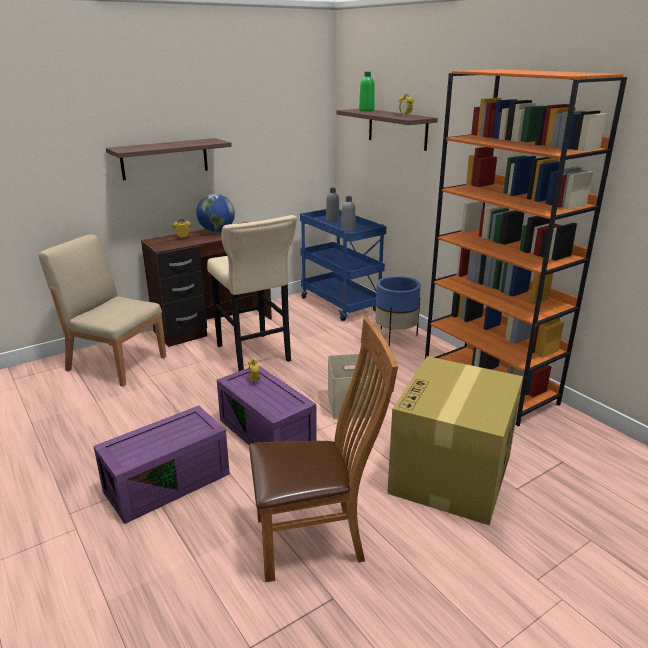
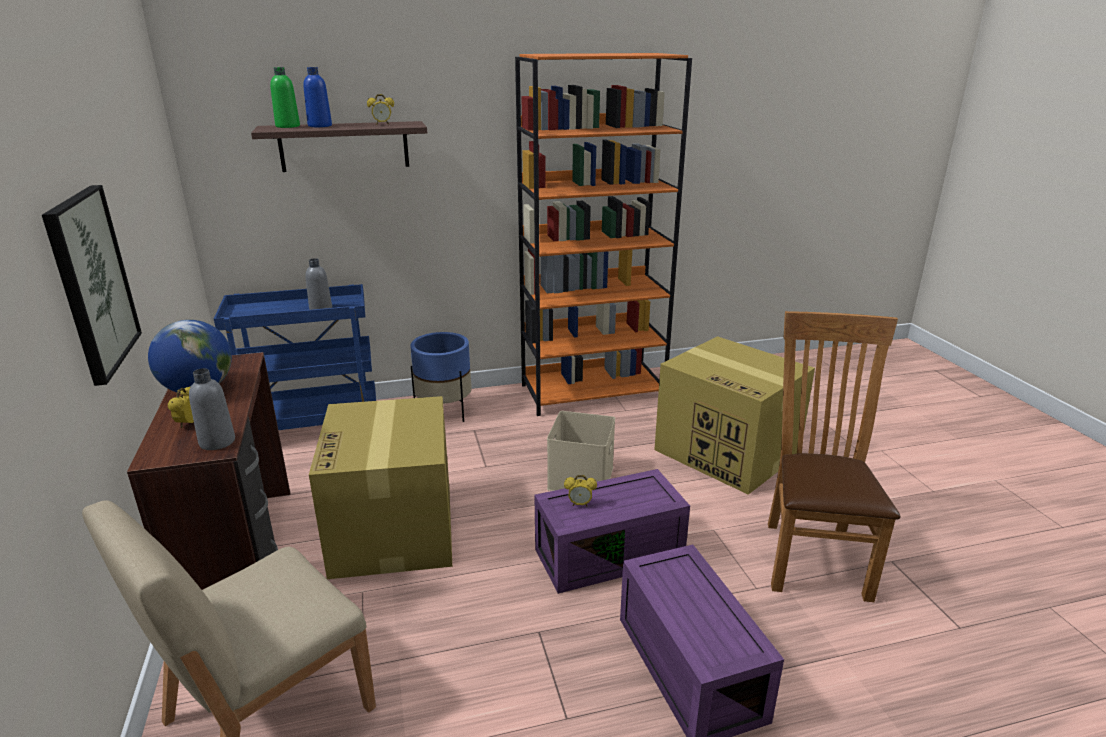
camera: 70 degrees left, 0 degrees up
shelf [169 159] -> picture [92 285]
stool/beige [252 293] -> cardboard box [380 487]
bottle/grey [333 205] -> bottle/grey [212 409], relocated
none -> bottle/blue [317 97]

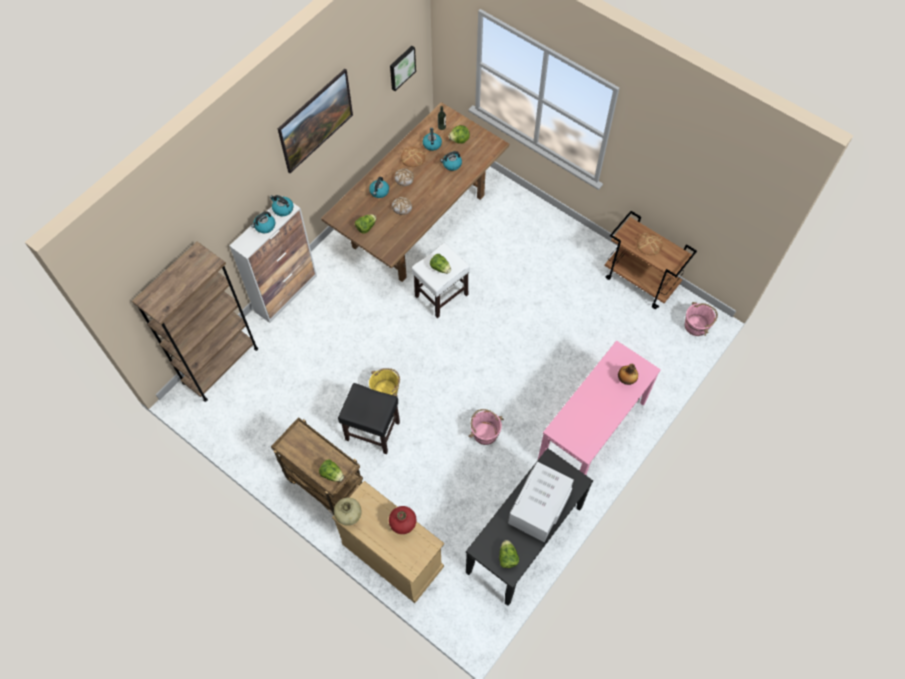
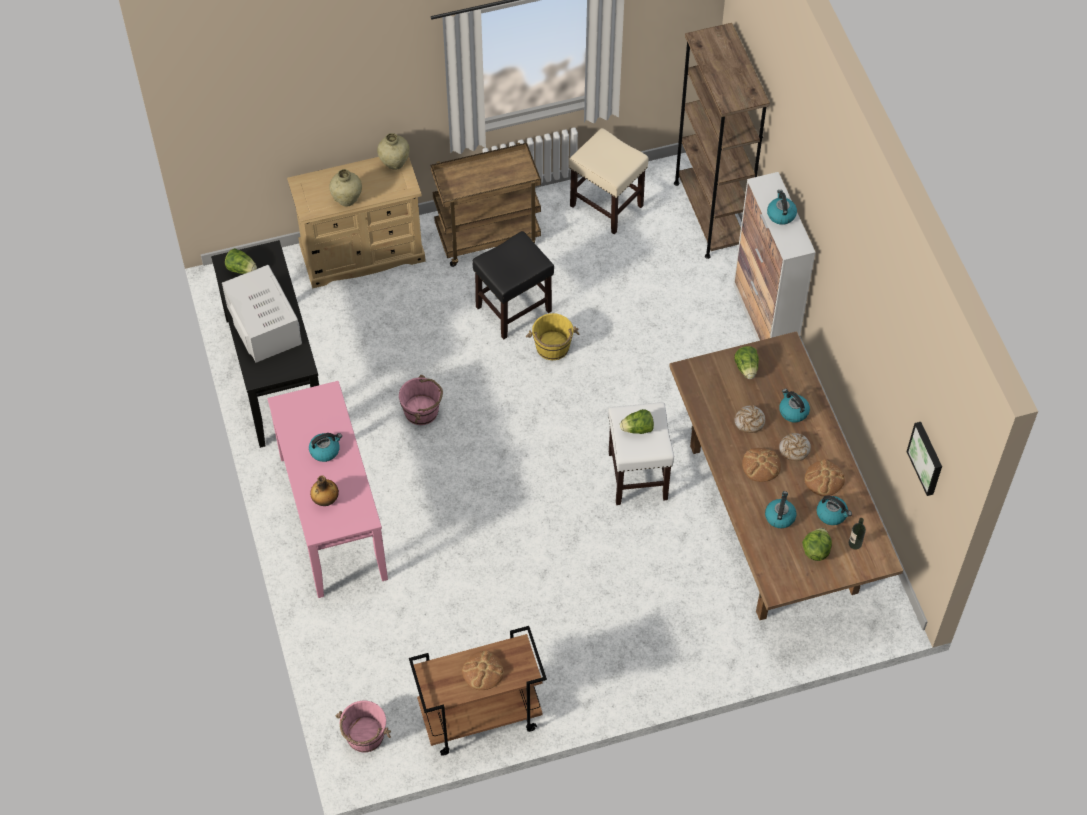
camera: 125 degrees right, 5 degrees down
kettle [281 205] -> kettle [325 447], relocated
picture [315 121] -> none
lettuce [331 470] -> none
vase/red [403 520] -> vase/beige [346 188]
none -> stool/beige [609 181]
none -> bread [761 465]

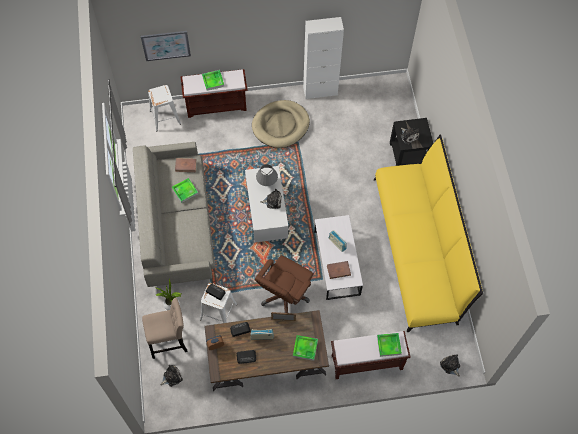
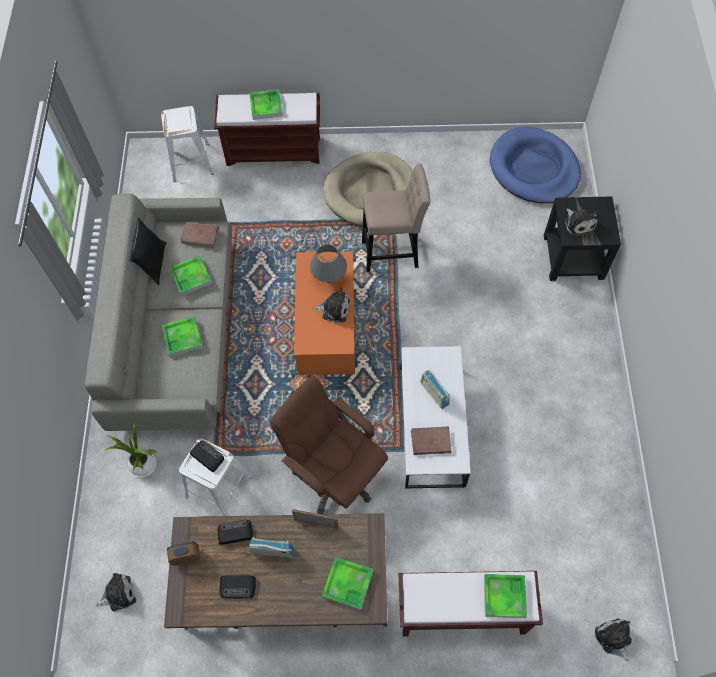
camera: 10 degrees right, 0 degrees up
picture [166 46] -> none
stool/beige [165 328] -> stool/beige [396 217], relocated
coffee table/white [266 204] -> coffee table/orange [324 313]
office chair/brown [284 284] -> office chair/brown [329 444], 90 degrees clockwise
cabinet/white [323 58] -> none
sofa/yellow [428 233] -> none
none -> pillow/black [147 251]
none -> tray [182 336]
none -> dog bed/blue [535 164]

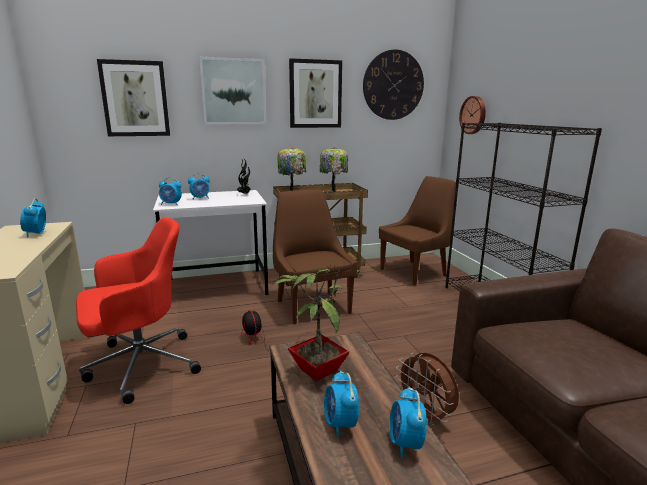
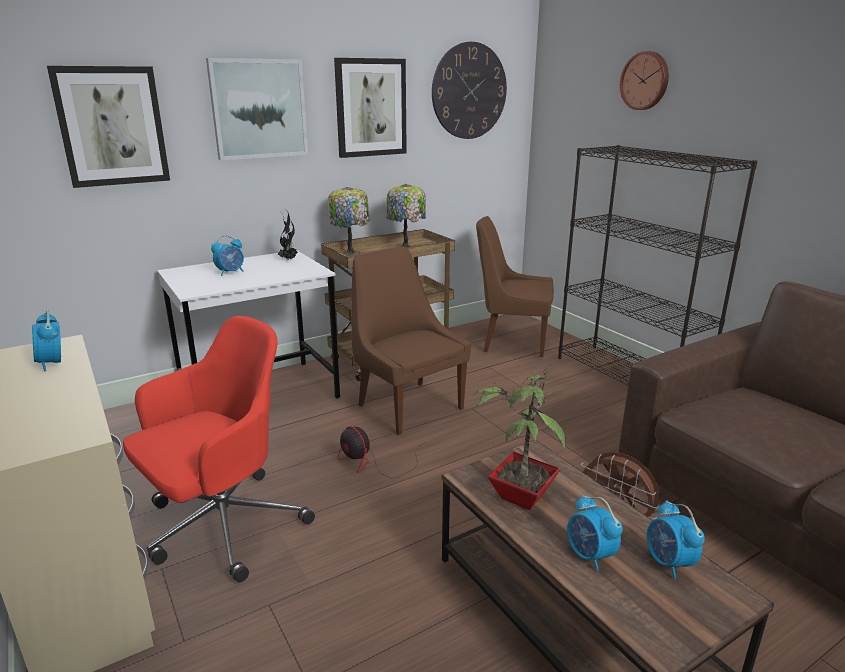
camera: 15 degrees left, 5 degrees up
alarm clock [170 191] -> none
chair/brown [417 231] -> chair/brown [515 286], 120 degrees counterclockwise
wall clock [472 115] -> wall clock [644 80], relocated

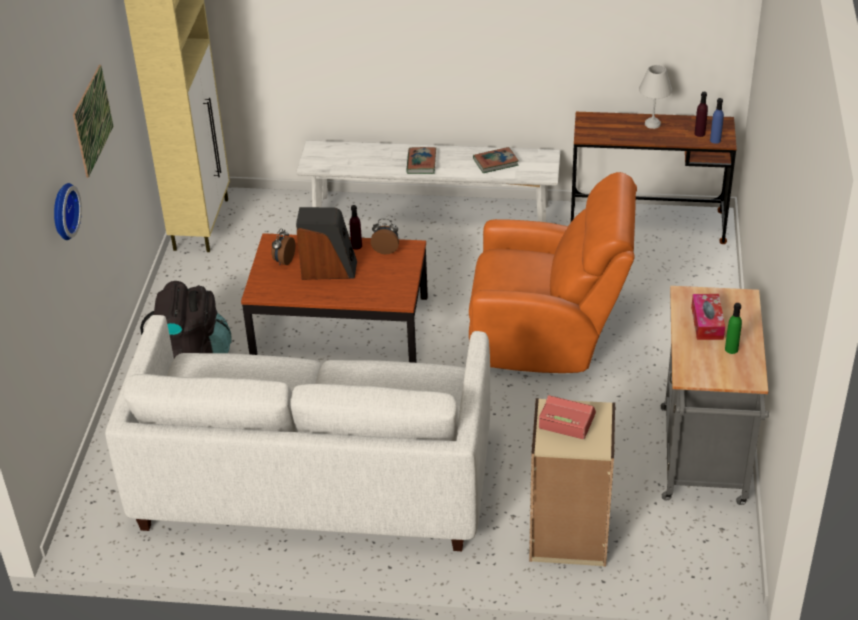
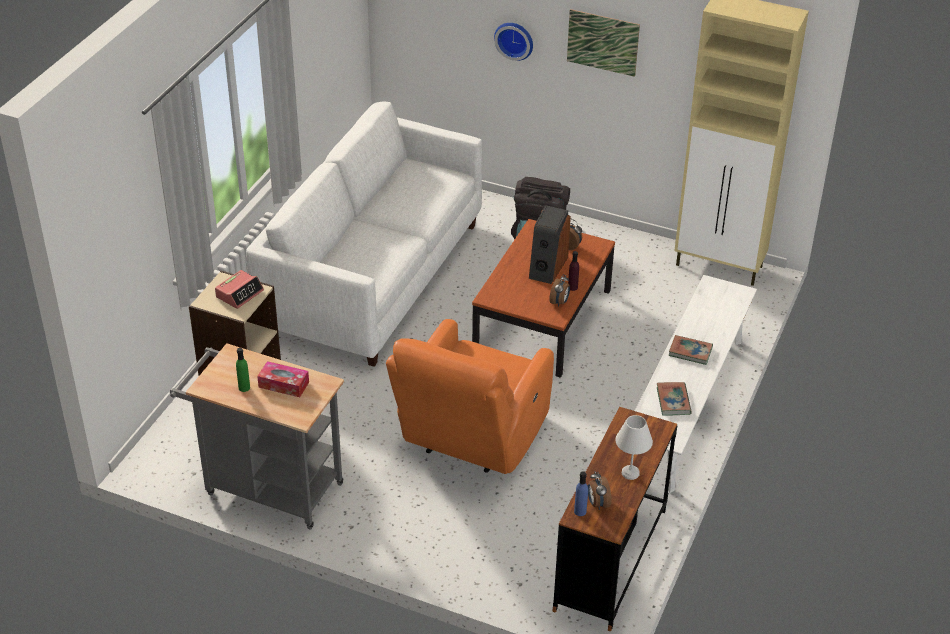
camera: 105 degrees right, 0 degrees up
bottle/purple [701 114] -> alarm clock [600 491]

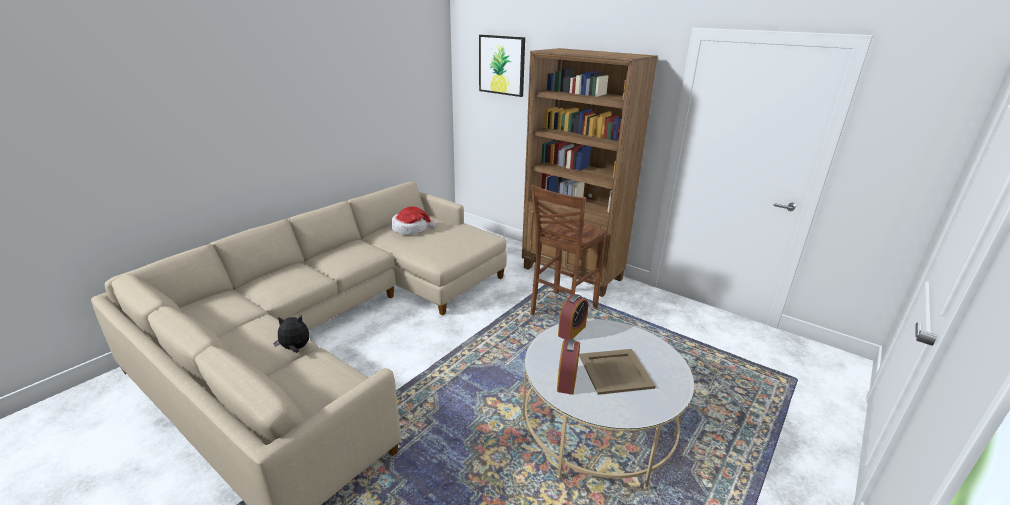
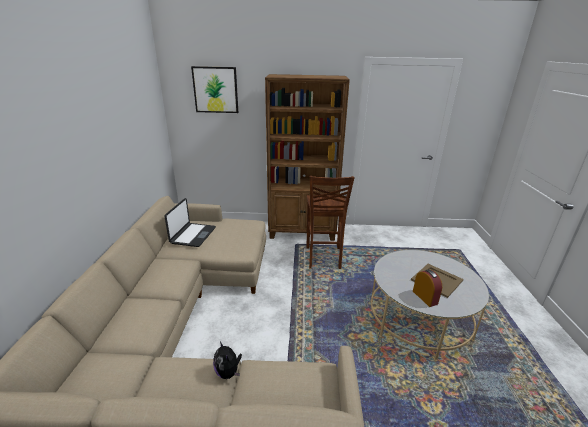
camera: 35 degrees left, 0 degrees up
plush toy [291 334] -> plush toy [227 360], 75 degrees counterclockwise
hat [413 220] -> laptop [190 222]
alarm clock [573 317] -> none

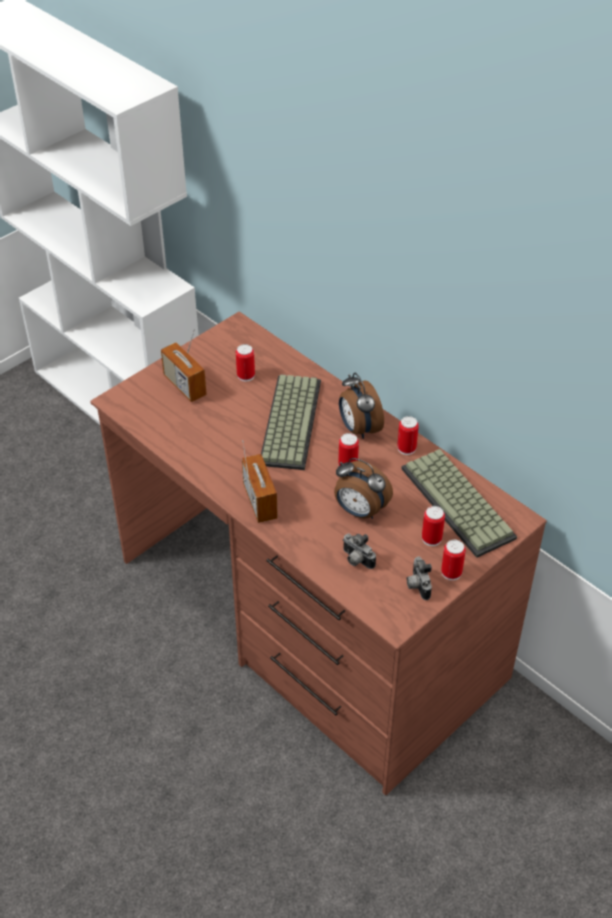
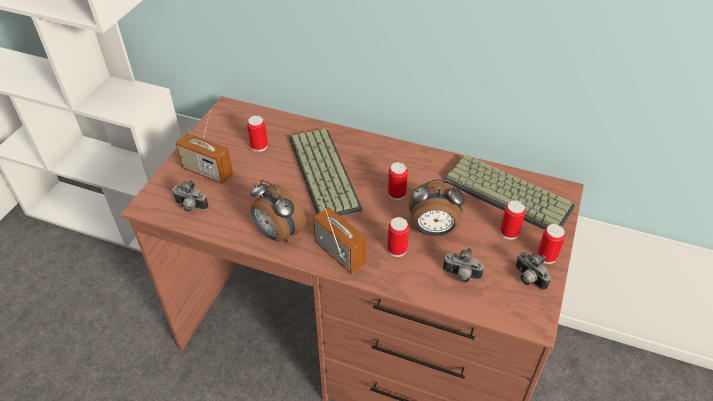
camera: 25 degrees left, 0 degrees up
alarm clock [361 406] -> alarm clock [278 211], relocated
can [408 435] -> can [398 237], relocated
none -> photo camera [190 196]

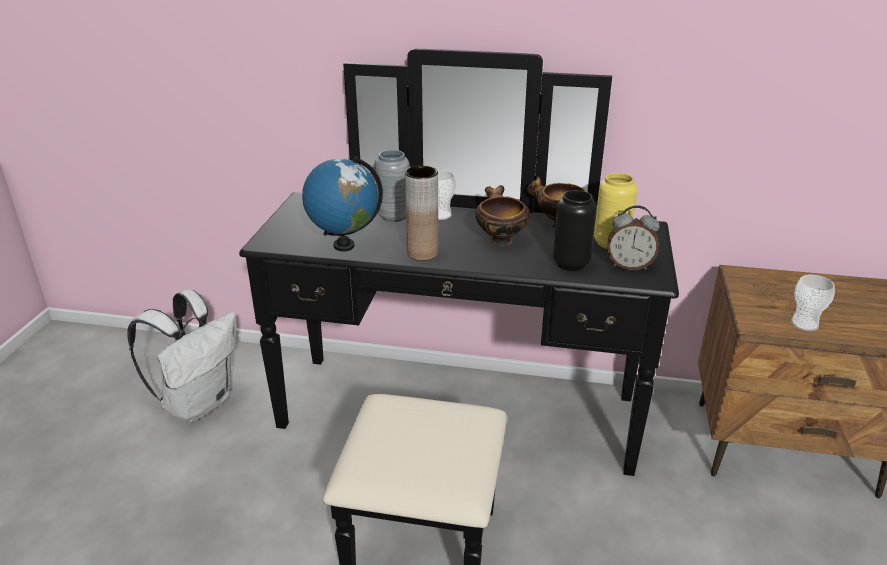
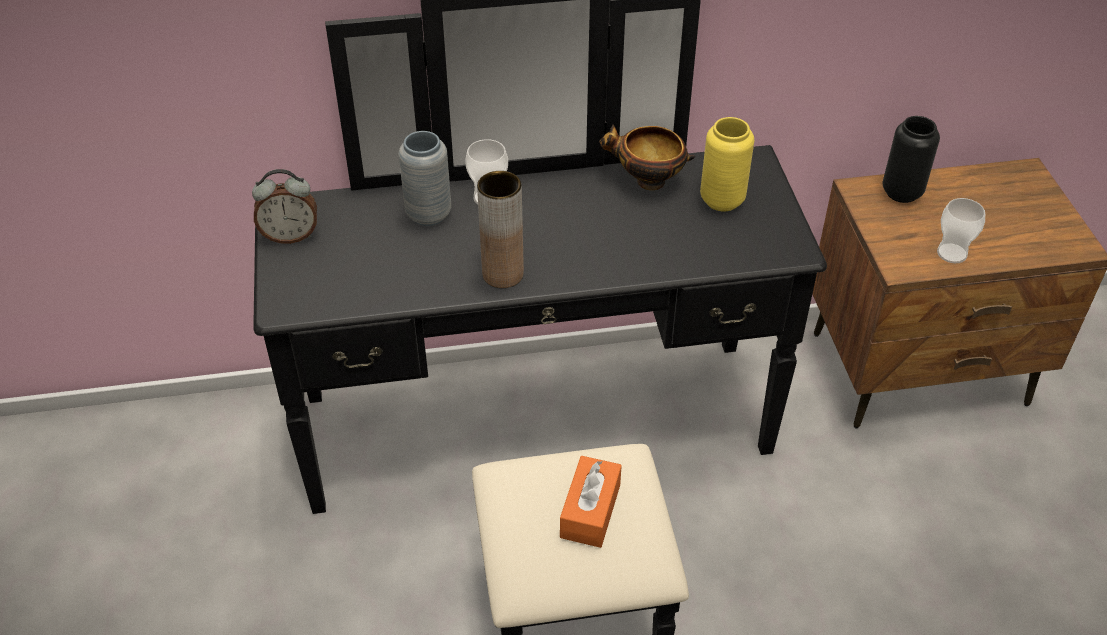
camera: 20 degrees left, 15 degrees up
backpack/white [182 355] -> none
globe [342 204] -> none
bowl [502 215] -> none
vase/black [575 230] -> vase/black [911 159], relocated
alarm clock [634 237] -> alarm clock [284 206], relocated
none -> tissue box/orange [591 502]

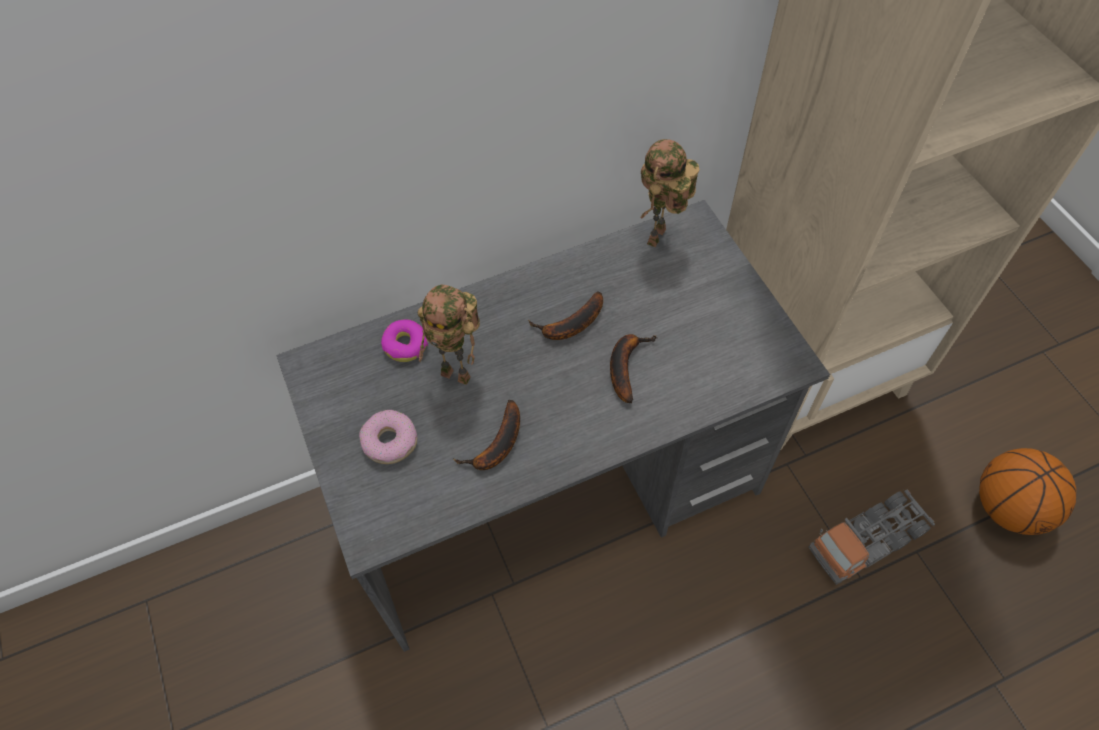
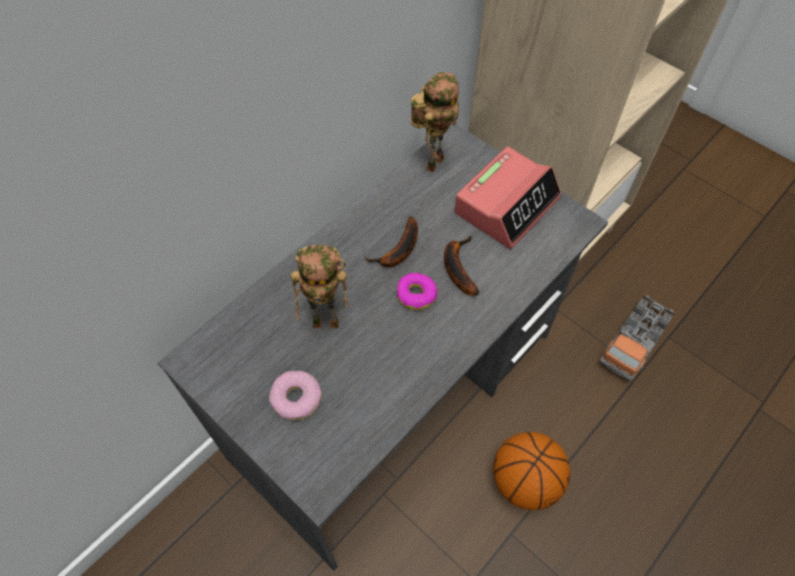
camera: 25 degrees left, 0 degrees up
donut [404 340] -> donut [417 291], relocated
banana [486 435] -> none
toy robot [669 193] -> toy robot [434 122], 150 degrees counterclockwise
basketball [1027 491] -> basketball [531 471], relocated
none -> alarm clock [507 198]

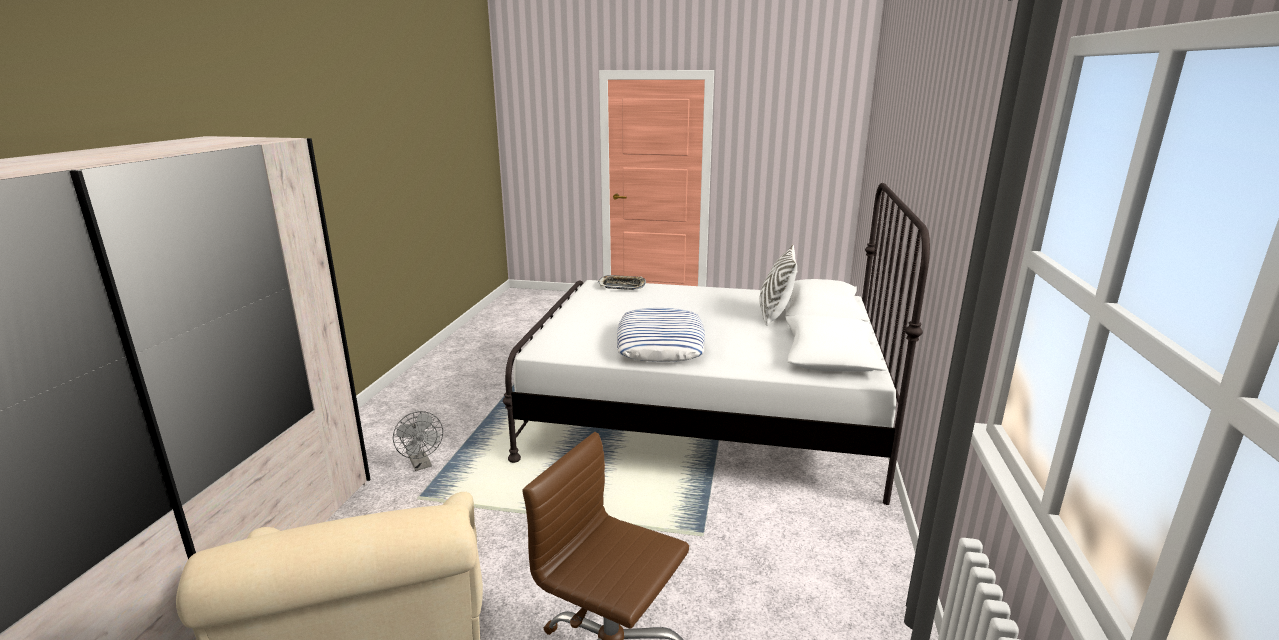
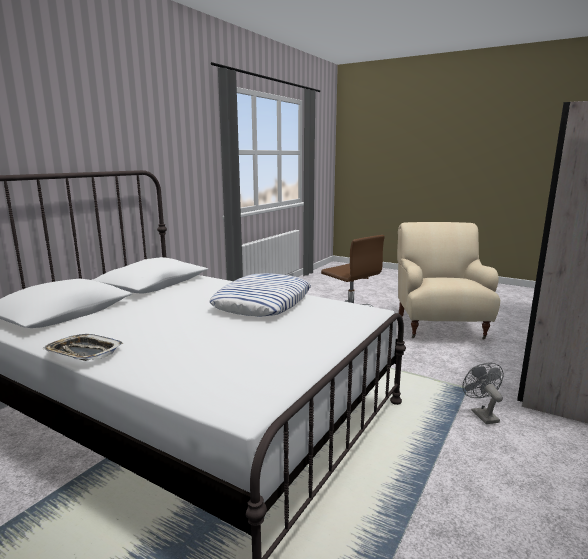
camera: 160 degrees left, 5 degrees down
tray [622 282] -> tray [83 347], relocated
pillow/white [778 285] -> none

